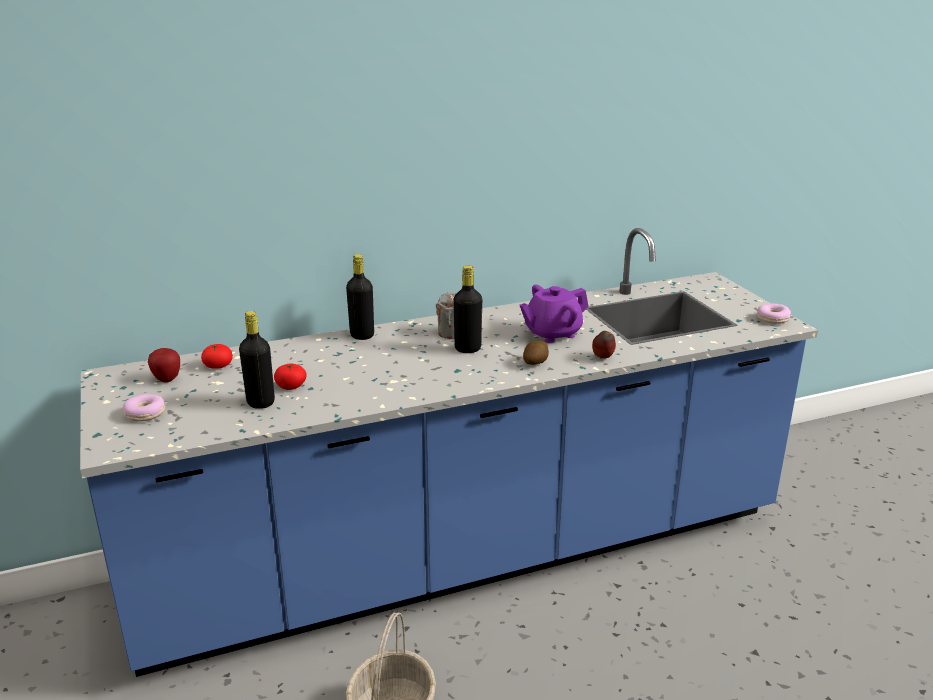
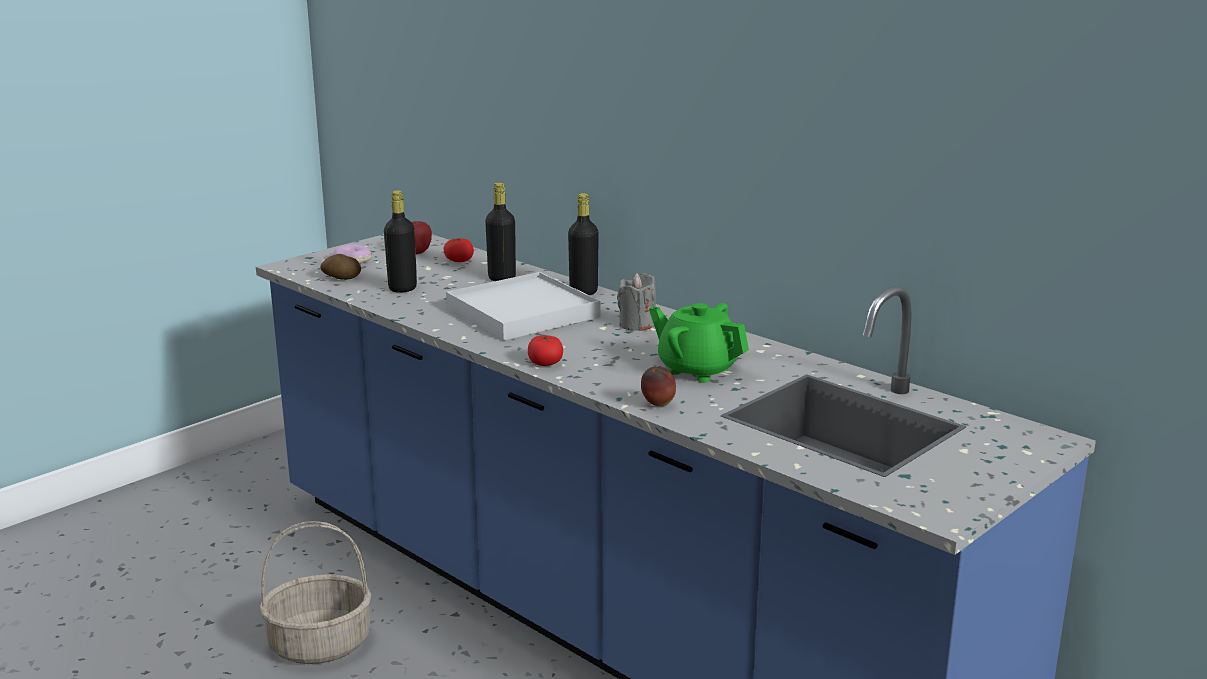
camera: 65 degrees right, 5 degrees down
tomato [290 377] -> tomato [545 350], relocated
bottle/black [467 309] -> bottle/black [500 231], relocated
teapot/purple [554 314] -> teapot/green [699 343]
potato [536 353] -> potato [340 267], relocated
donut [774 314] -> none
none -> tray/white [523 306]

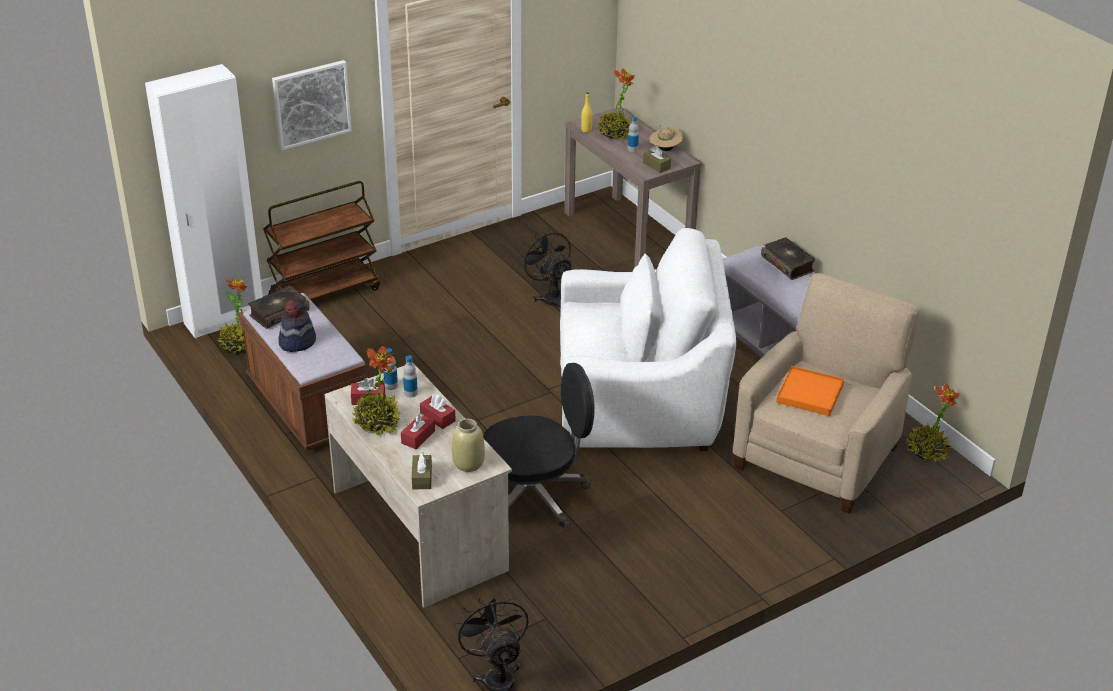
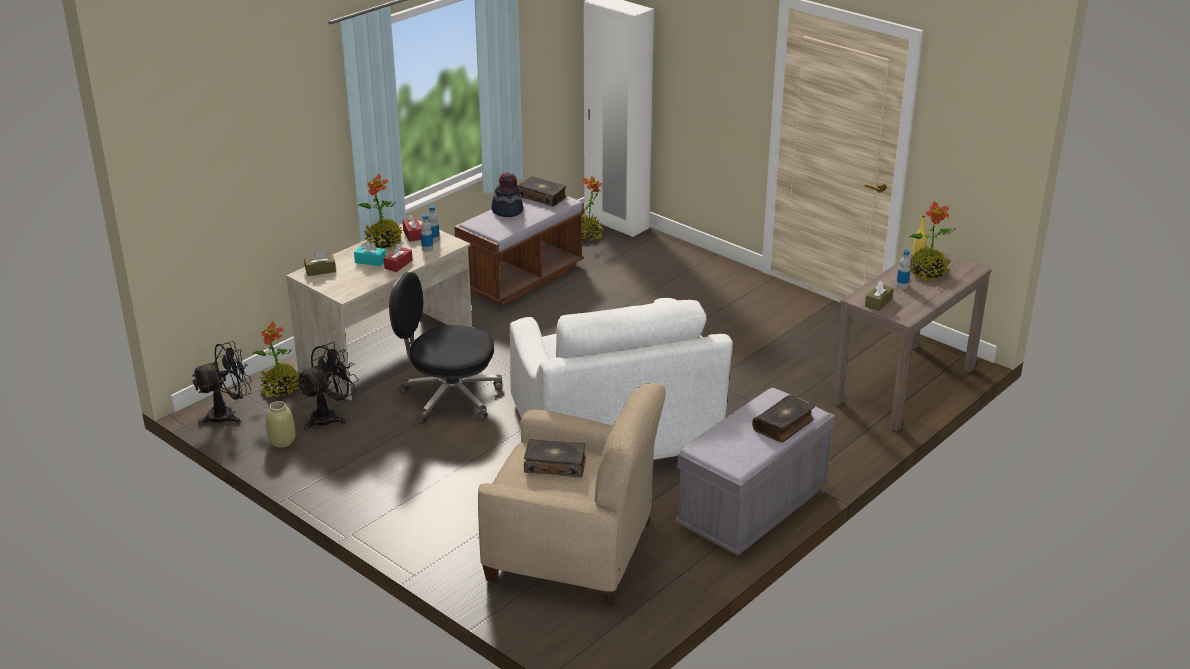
camera: 75 degrees right, 5 degrees down
cart/brown [321 241] -> none
picture [312 105] -> none
tissue box/red [418 431] -> tissue box/turquoise [370 253]
vase/beige [468 445] -> vase/beige [281 424], relocated
office chair/black [539 445] -> office chair/black [445 348], 135 degrees clockwise
fan/black [546 268] -> fan/black [327 386], relocated
hat/beige [666 138] -> none
tray/orange [810 391] -> book [555 458]
potted plant [933 422] -> potted plant [276 359], relocated

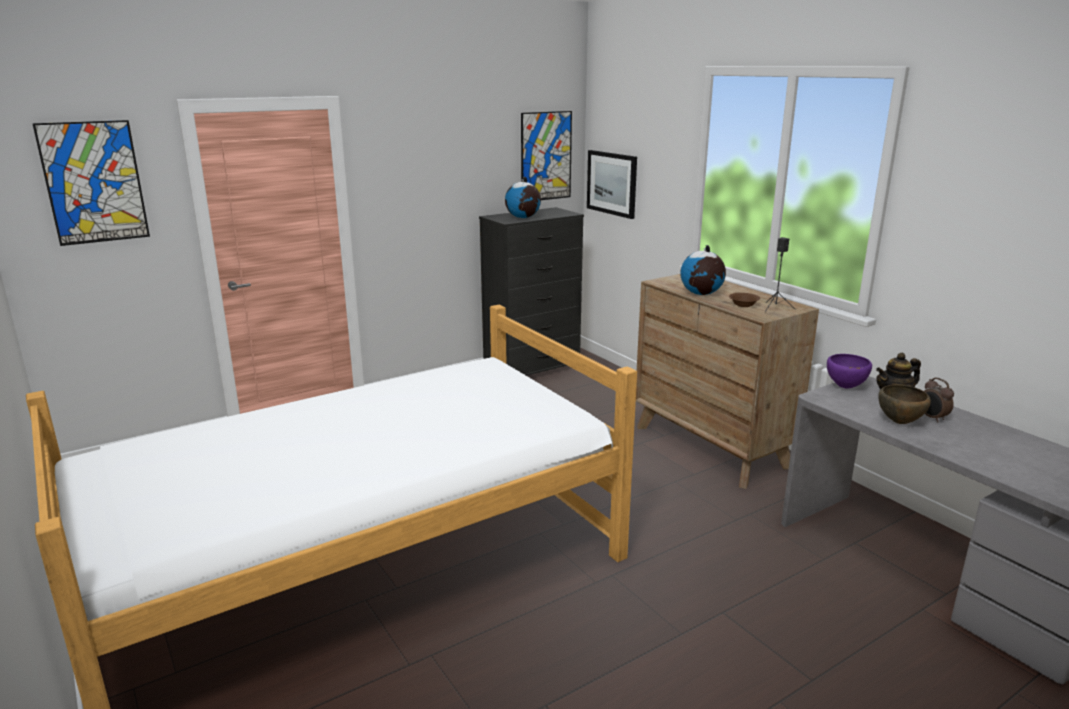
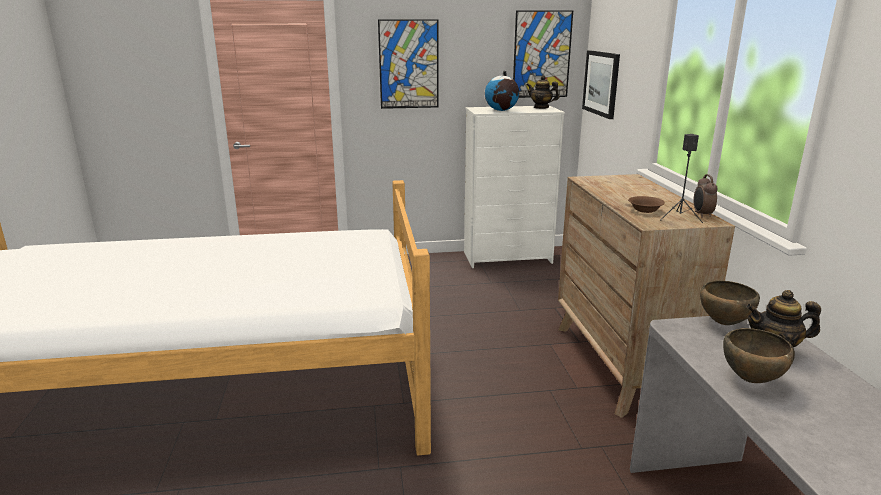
camera: 25 degrees right, 0 degrees up
picture [91 183] -> picture [408 64], relocated
dresser/black [531 291] -> dresser/white [514 187]
globe [703 270] -> none
bowl/purple [849 371] -> bowl/brown [730 303]
alarm clock [939 400] -> alarm clock [706 196], relocated
none -> teapot [543 92]

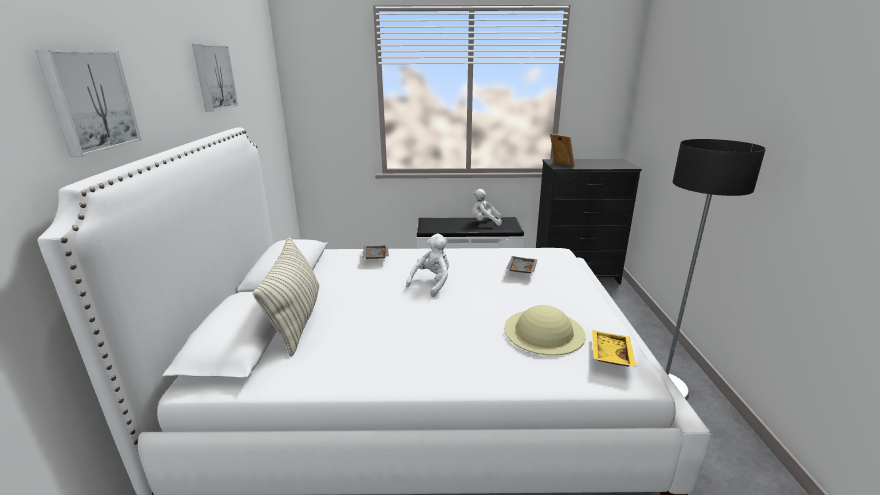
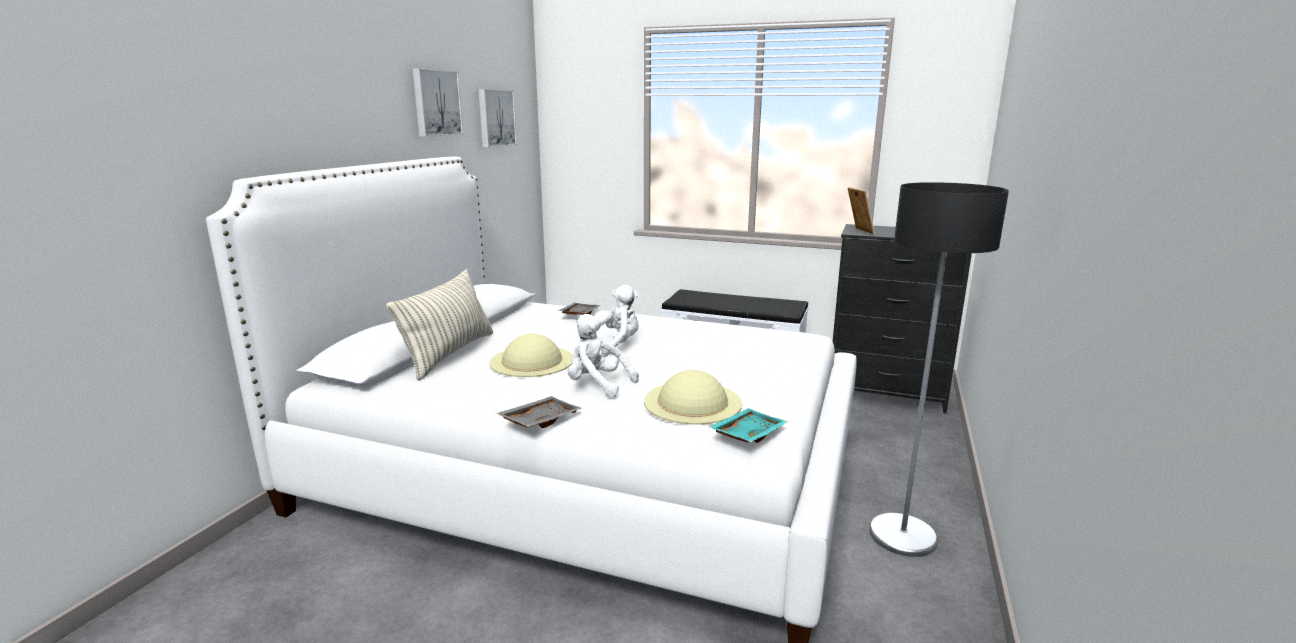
camera: 20 degrees right, 5 degrees down
picture [88 103] -> picture [497 118], relocated
plush toy/white [487 207] -> plush toy/white [603 355], relocated
tray/grey [522 264] -> tray/grey [539 412], relocated
tray/yellow [614 348] -> tray/turquoise [748 425]
none -> hat/beige [531 355]

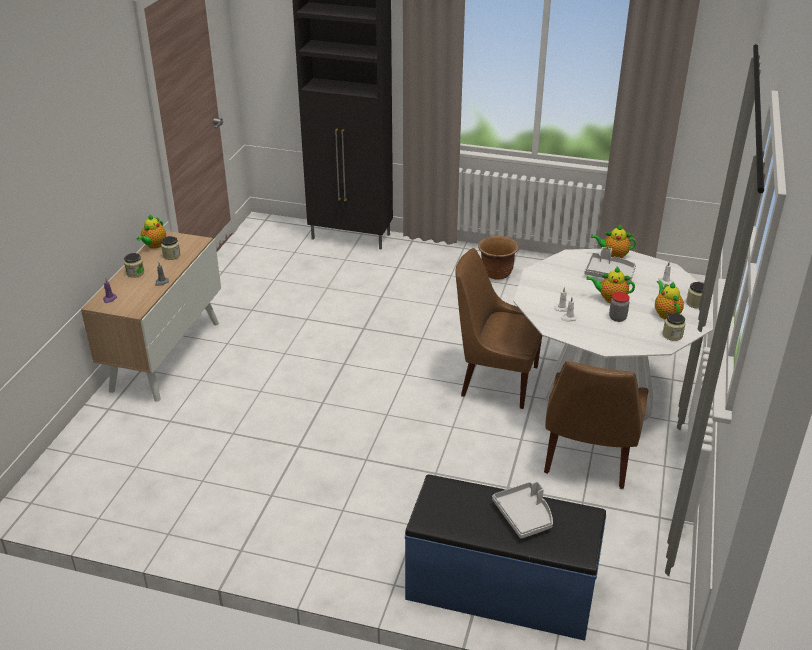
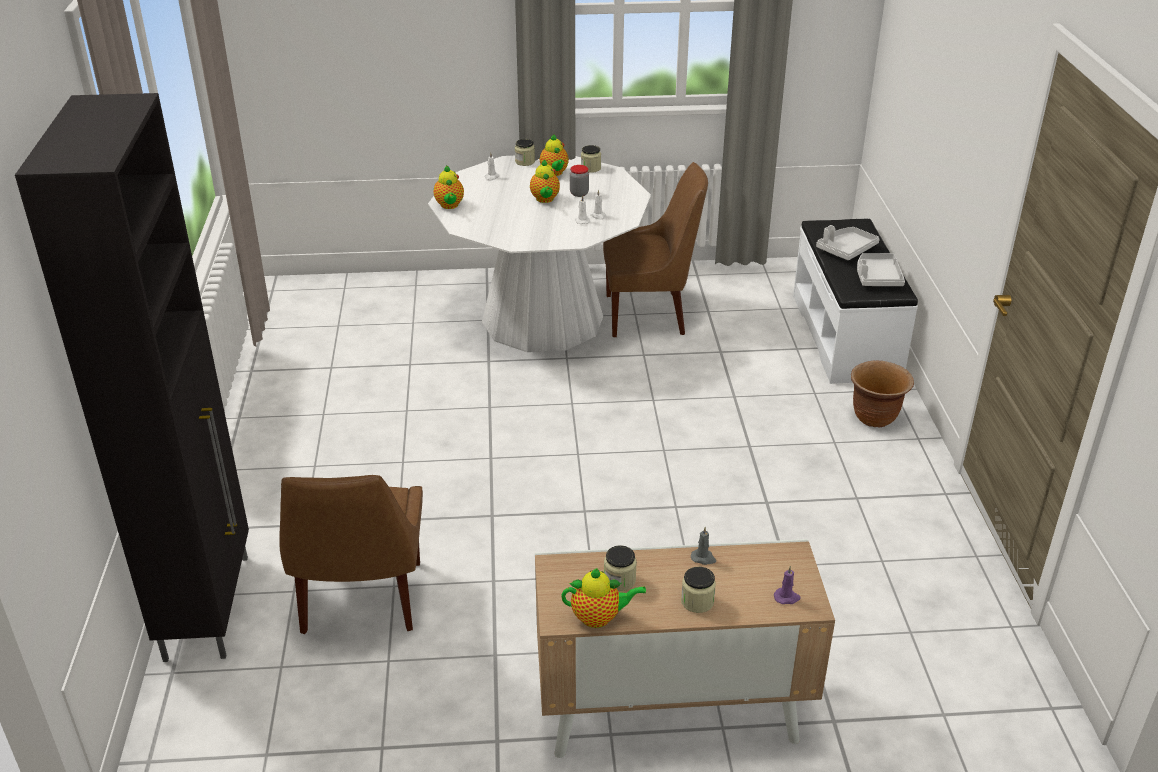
camera: 110 degrees left, 0 degrees up
bench/blue [505 558] -> bench/white [855 301]
chair/brown [498 328] -> chair/brown [351 554], relocated
planter/brown [498 258] -> planter/brown [882 394], relocated
tray/grey [610 264] -> tray/grey [881 269], relocated
teapot [669 299] -> teapot [554 155], 75 degrees counterclockwise

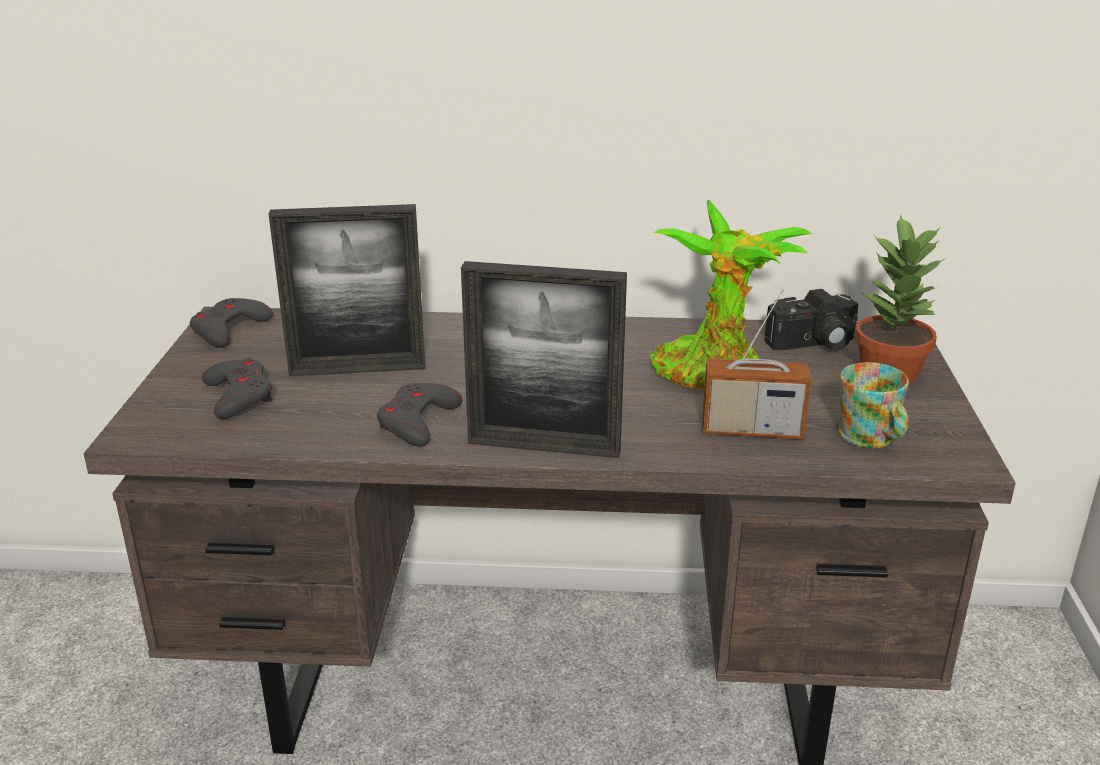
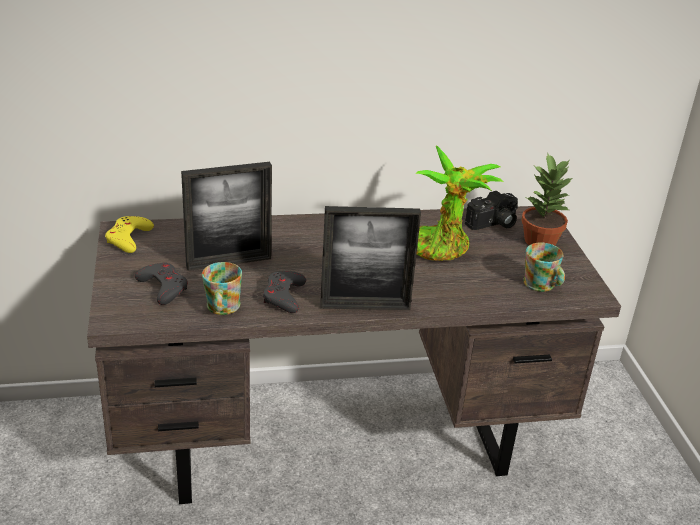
camera: 15 degrees left, 5 degrees up
game controller/grey [231 323] -> game controller/yellow [129 234]
radio [756 364] -> none
none -> mug [222 288]

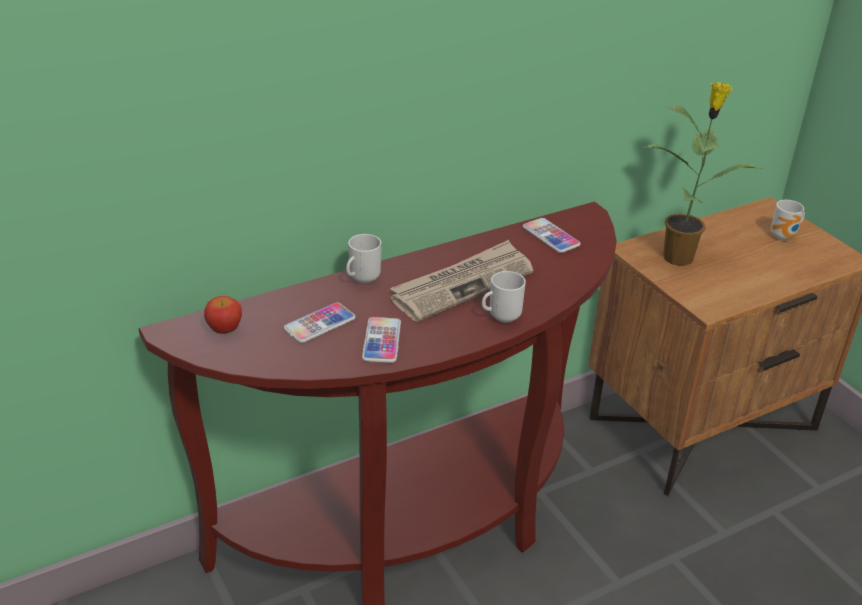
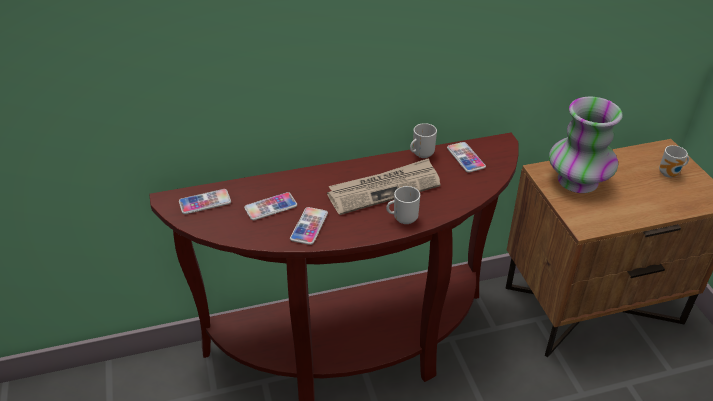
camera: 15 degrees right, 5 degrees up
apple [223 315] -> phone [205 201]
mug [363 258] -> mug [423 140], relocated
potted plant [703 174] -> vase [586 145]

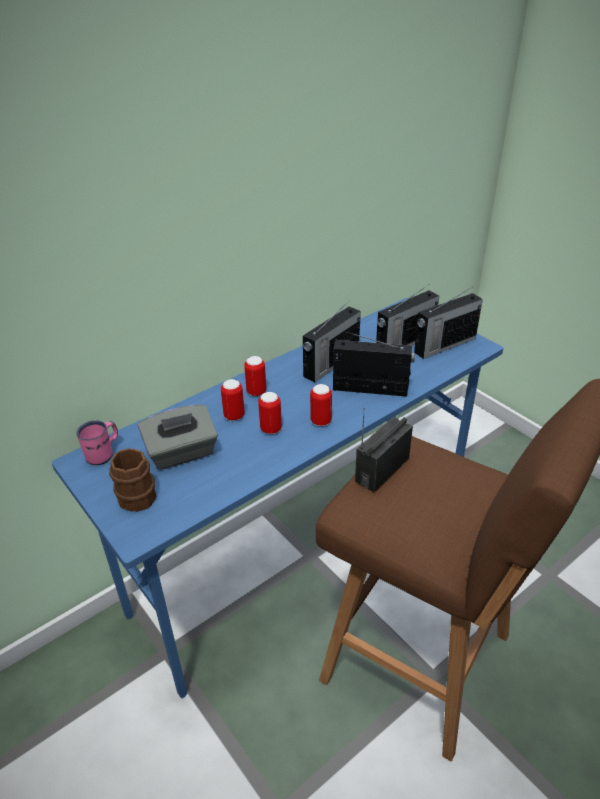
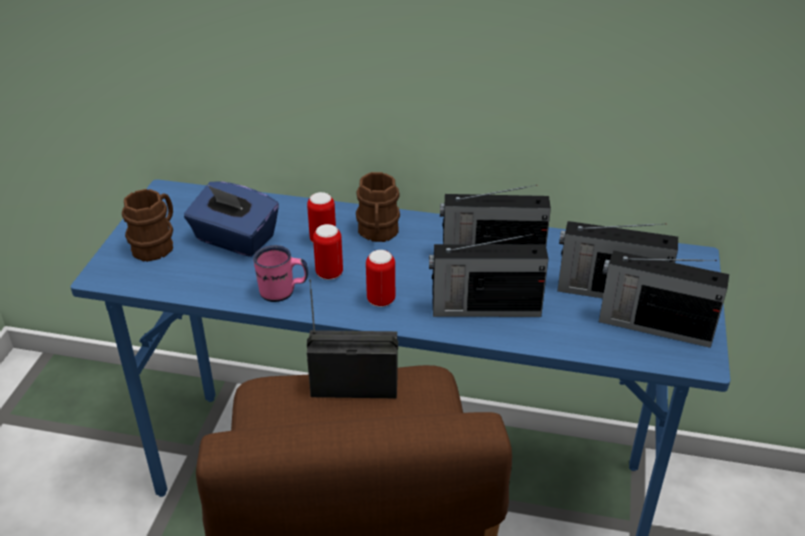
camera: 50 degrees right, 0 degrees up
mug/pink [97 442] -> mug/pink [280 273], relocated
tissue box/grey [178 437] -> tissue box/blue [231 219]
can [255 376] -> mug/brown [378 207]
radio [374 364] -> radio [488 275], 120 degrees clockwise

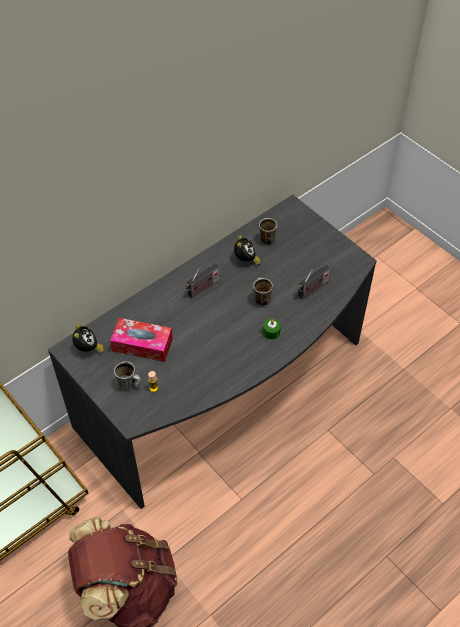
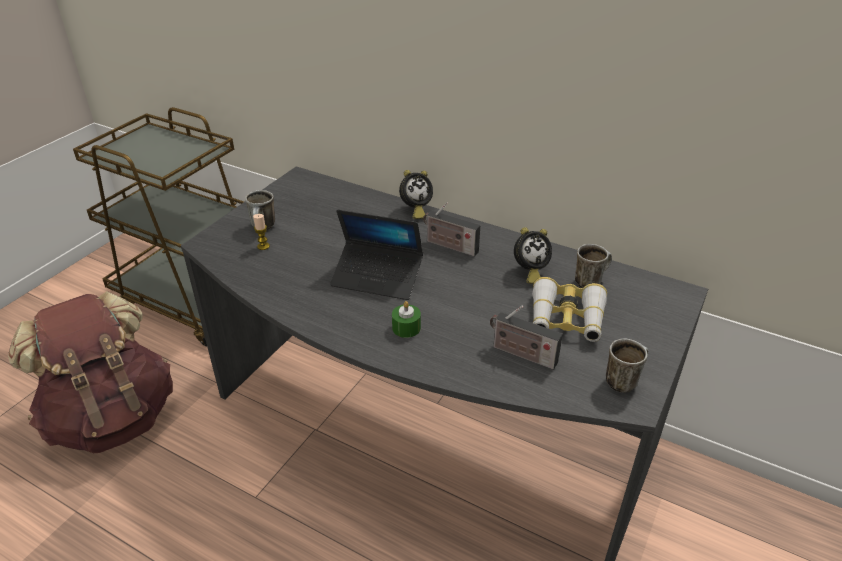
camera: 70 degrees right, 15 degrees down
alarm clock [88 339] -> alarm clock [416 194], relocated
tissue box [141 340] -> none
mug [263 292] -> mug [627 366], relocated
none -> laptop [376 255]
none -> binoculars [569 309]

